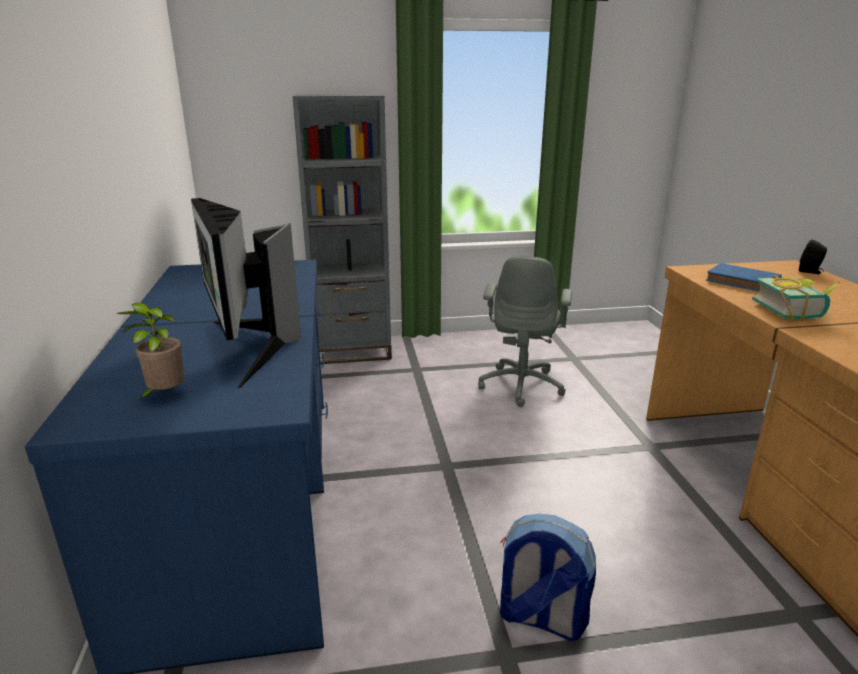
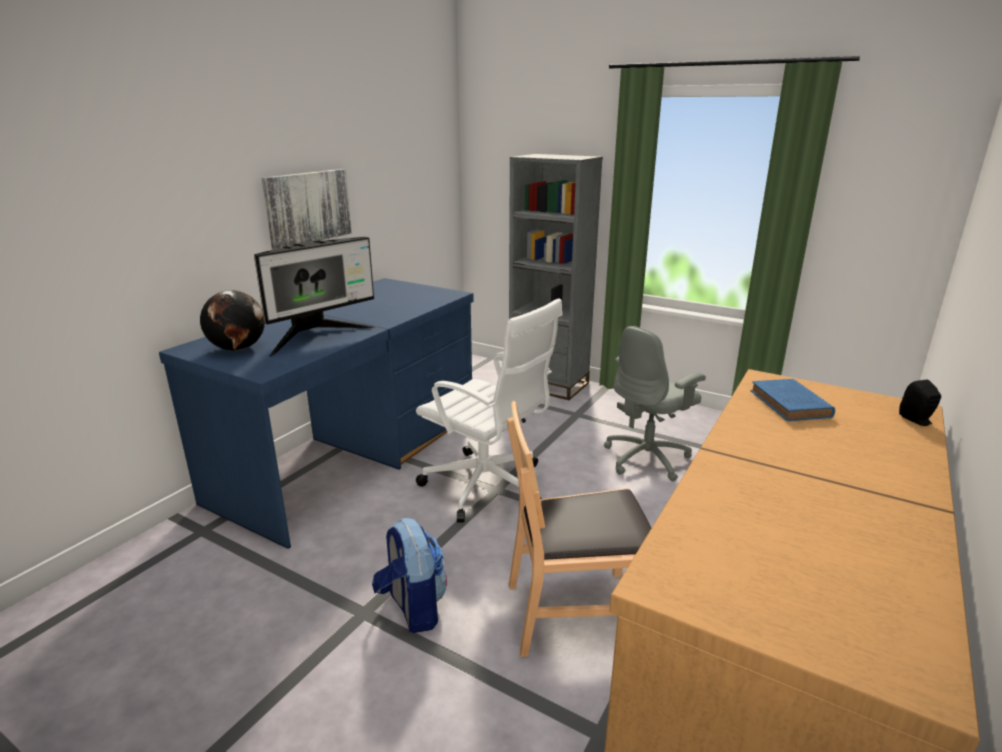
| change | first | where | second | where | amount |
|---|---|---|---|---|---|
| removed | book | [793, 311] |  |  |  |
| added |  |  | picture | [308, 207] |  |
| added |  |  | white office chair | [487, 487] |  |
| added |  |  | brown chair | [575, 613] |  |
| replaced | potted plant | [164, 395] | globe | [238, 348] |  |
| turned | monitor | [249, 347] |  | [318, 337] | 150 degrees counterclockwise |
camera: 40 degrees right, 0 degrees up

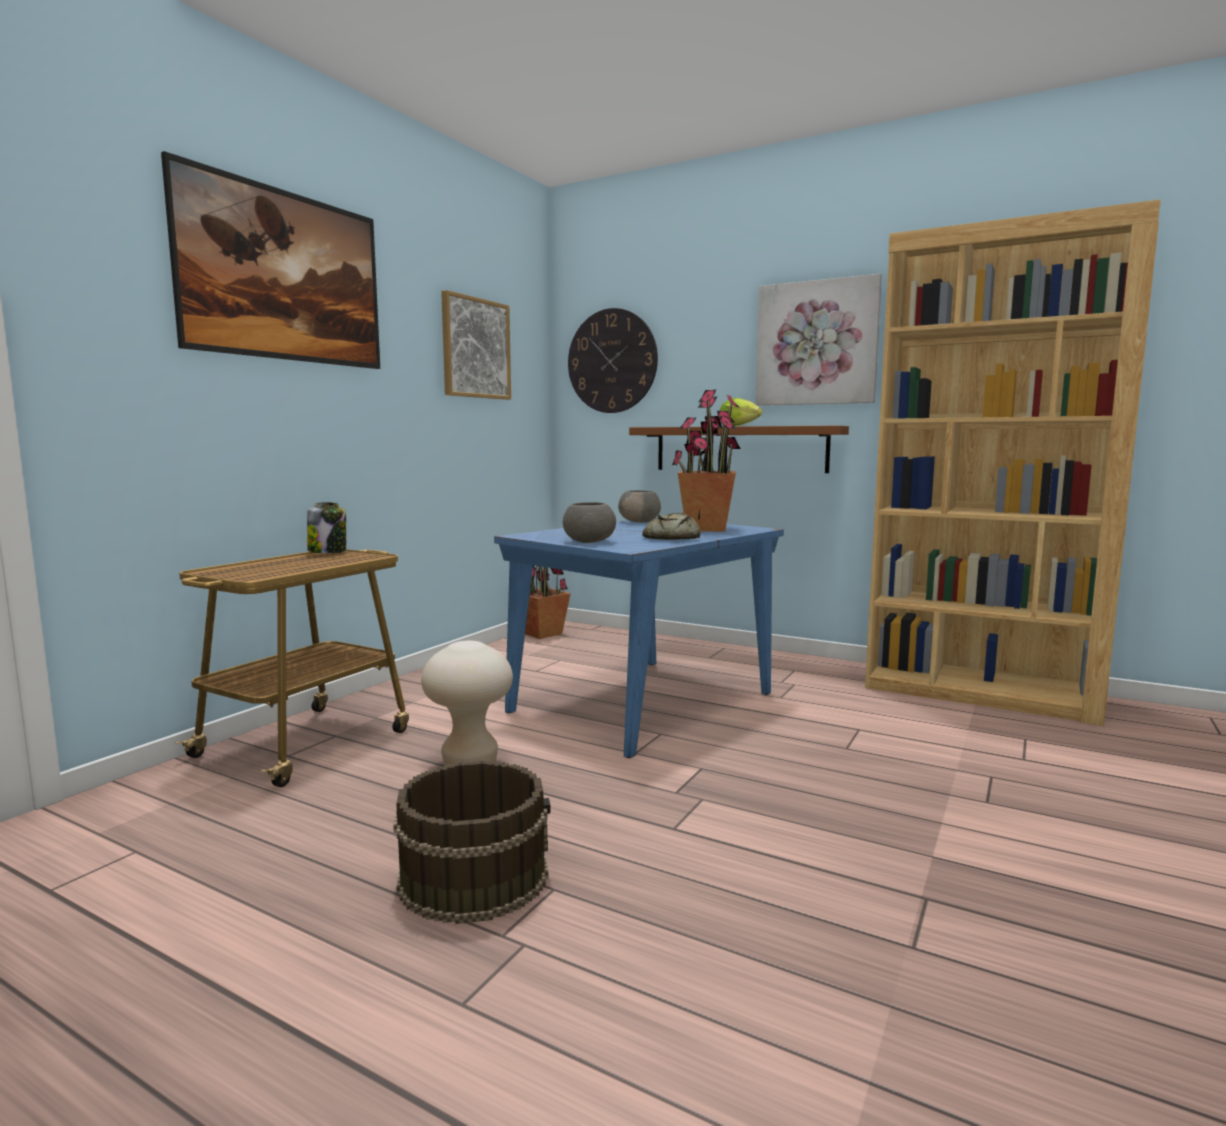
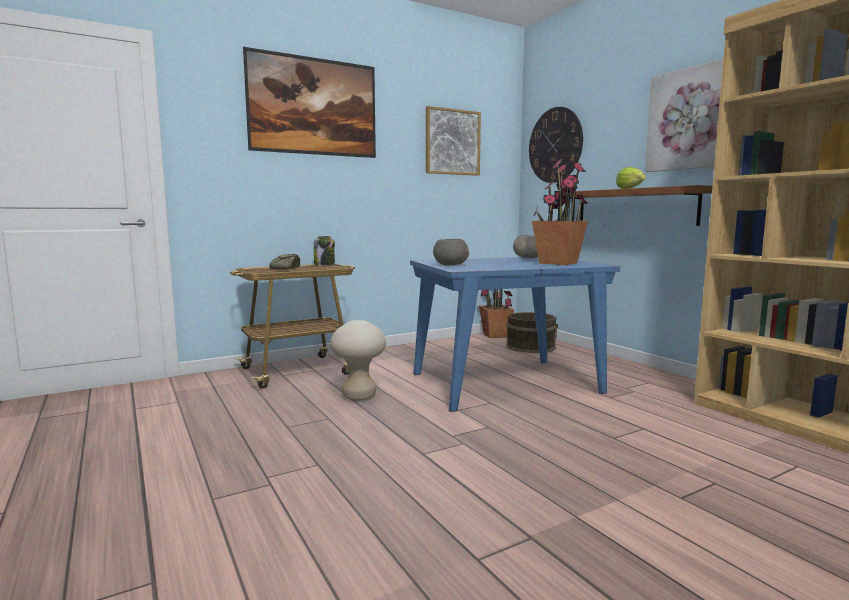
| change | first | where | second | where | amount |
|---|---|---|---|---|---|
| moved | brown bucket | [474, 877] |  | [531, 346] |  |
| moved | bread | [670, 538] |  | [285, 269] |  |
camera: 30 degrees right, 0 degrees up

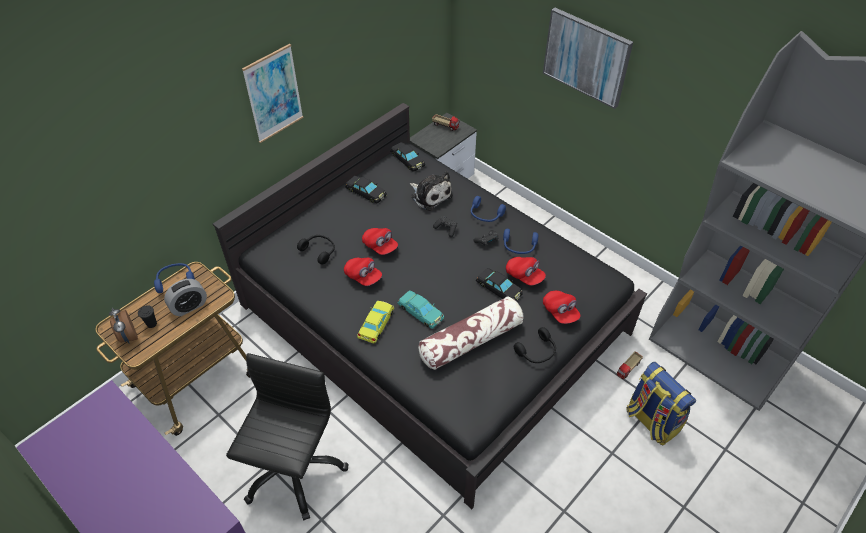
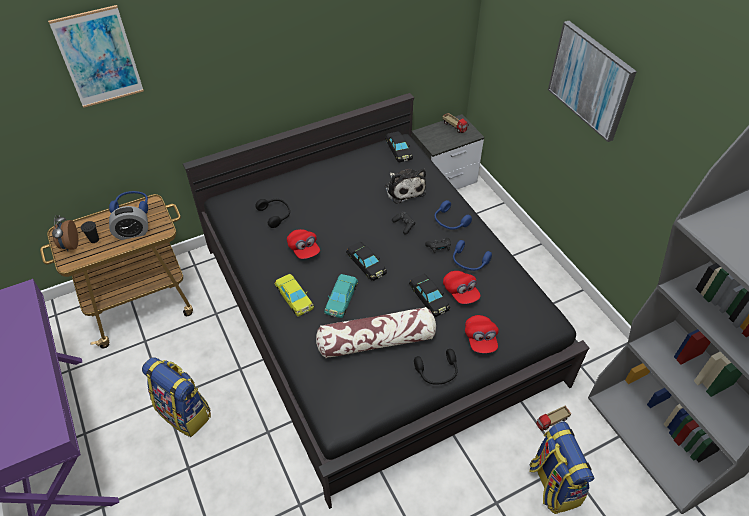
| change | first | where | second | where | amount |
|---|---|---|---|---|---|
| removed | red cap | [380, 246] |  |  |  |
| moved | picture | [273, 94] |  | [99, 57] |  |
| moved | black toy car | [366, 192] |  | [366, 263] |  |
| replaced | black office chair | [293, 469] | backpack | [185, 412] |  |
| turned | yellow toy car | [376, 323] |  | [294, 297] | 105 degrees clockwise |
| turned | turquoise toy car | [421, 311] |  | [341, 298] | 45 degrees clockwise |
camera: 20 degrees right, 0 degrees up

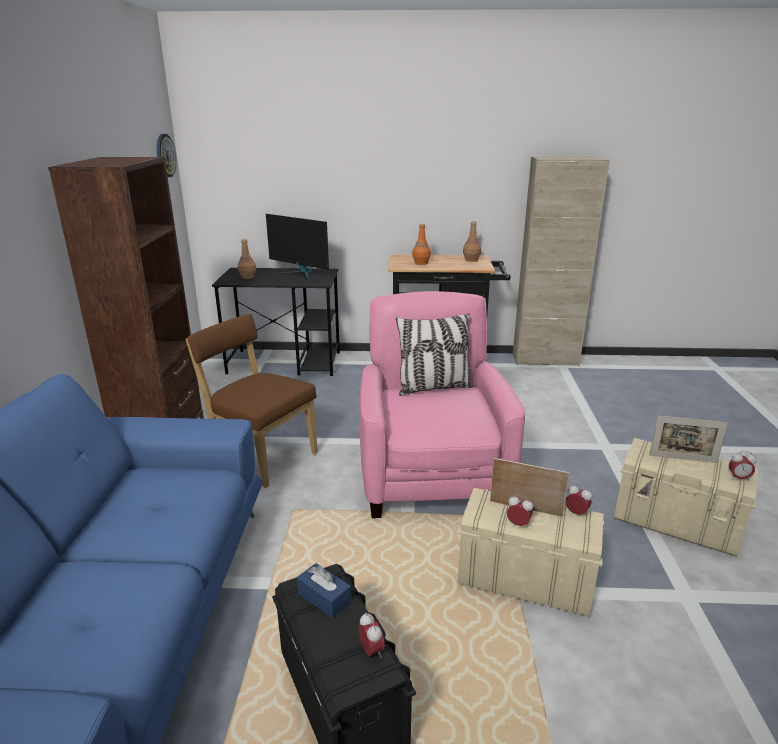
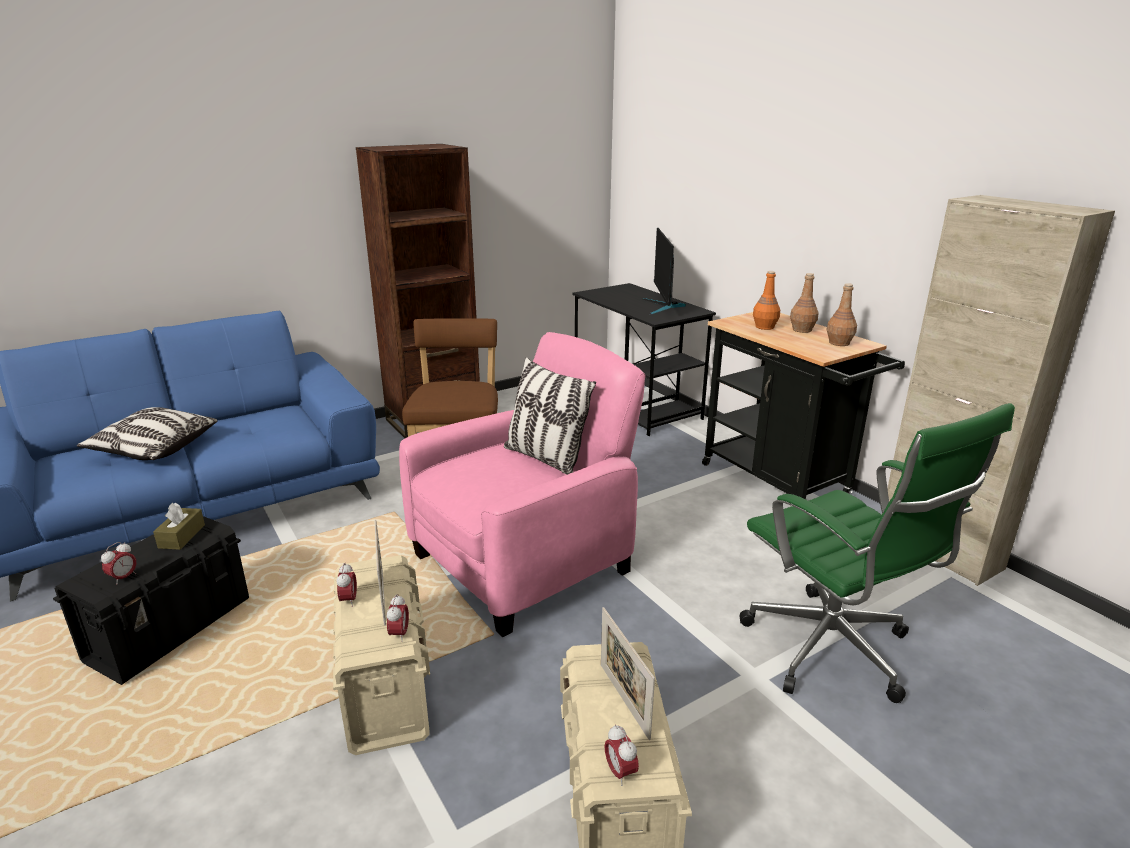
| change | first | where | second | where | amount |
|---|---|---|---|---|---|
| removed | wall clock | [165, 155] |  |  |  |
| added |  |  | pillow | [153, 449] |  |
| added |  |  | green office chair | [833, 652] |  |
| moved | brown bottle | [248, 277] |  | [802, 330] |  |
| recoloured | blue tissue box | [324, 598] | brown tissue box | [182, 536] |  |
camera: 55 degrees right, 0 degrees up

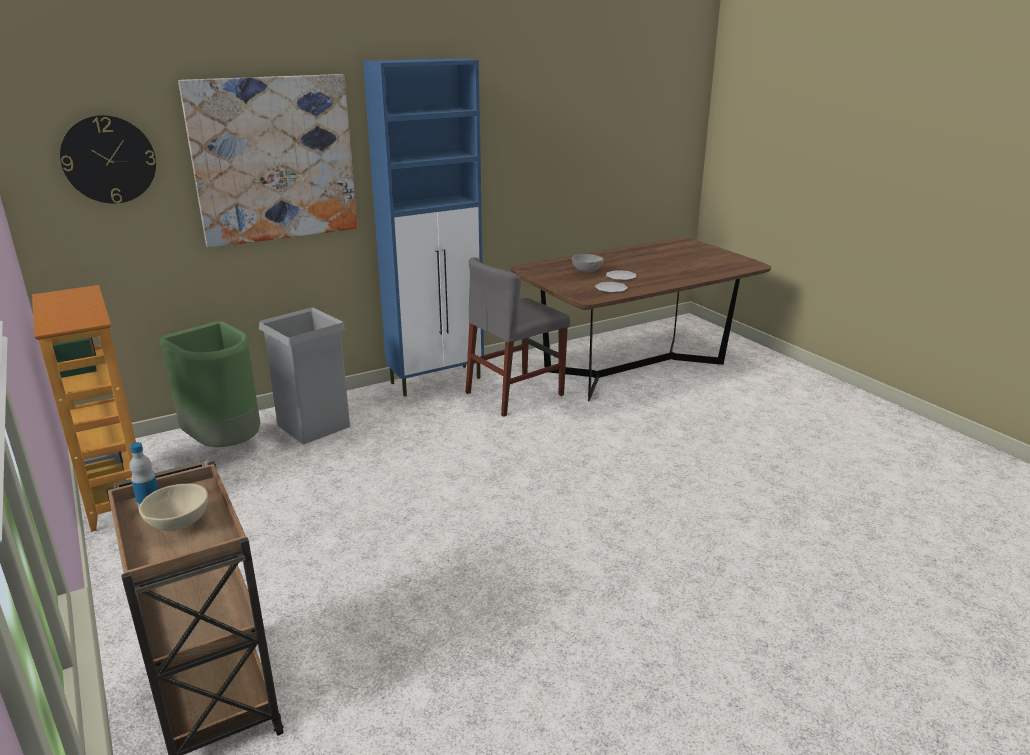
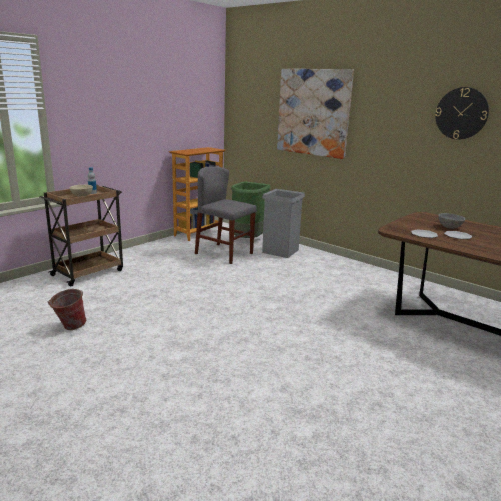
| change | first | where | second | where | amount |
|---|---|---|---|---|---|
| removed | blue cabinet | [437, 380] |  |  |  |
| added |  |  | bucket | [69, 327] |  |
| moved | wall clock | [109, 159] |  | [461, 113] |  |
| moved | grey chair | [515, 394] |  | [224, 253] |  |
camera: 70 degrees right, 5 degrees down

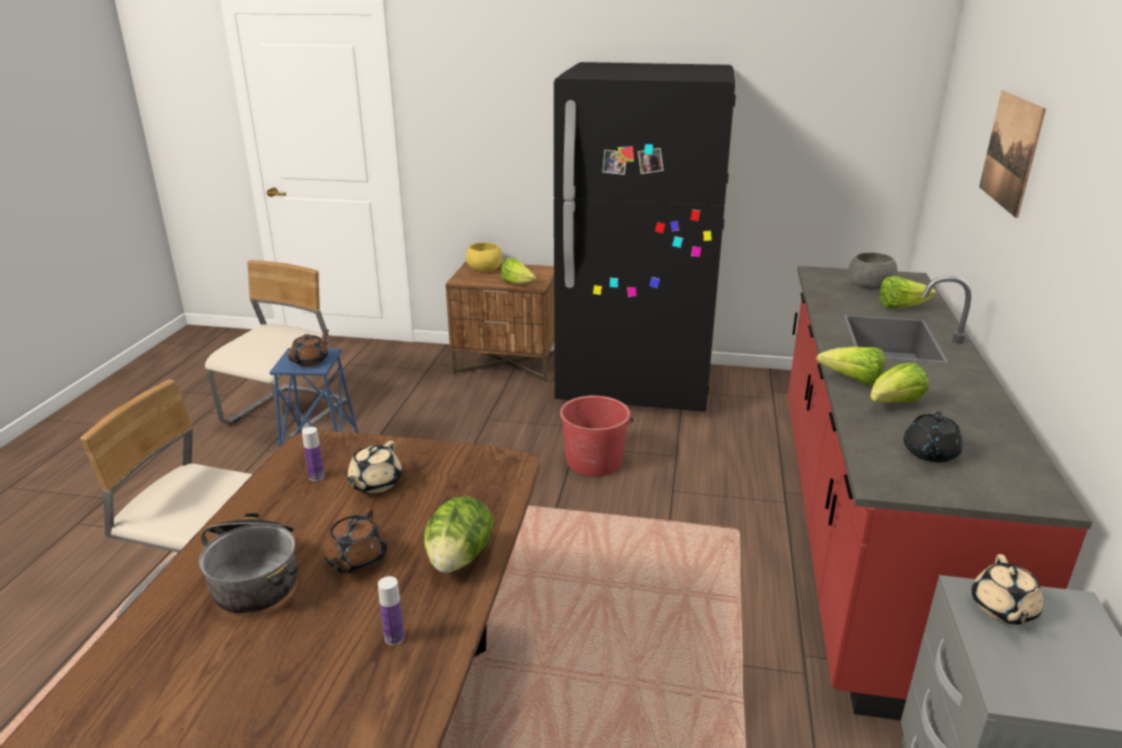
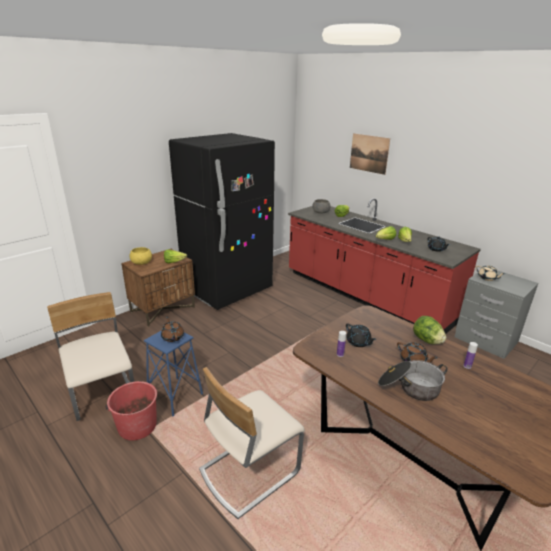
| change | first | where | second | where | amount |
|---|---|---|---|---|---|
| moved | red bucket | [594, 461] |  | [137, 426] |  |
| recoloured | beige teapot | [375, 483] | black teapot | [358, 342] |  |
camera: 55 degrees left, 0 degrees up

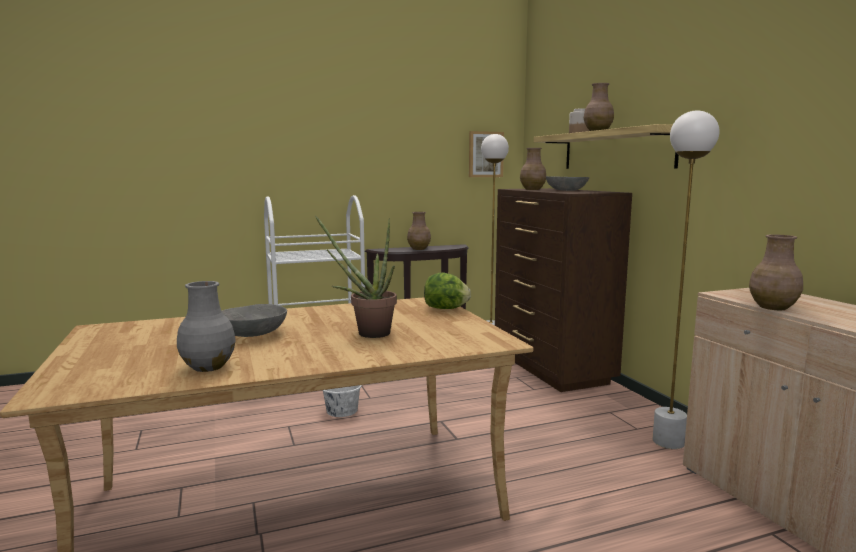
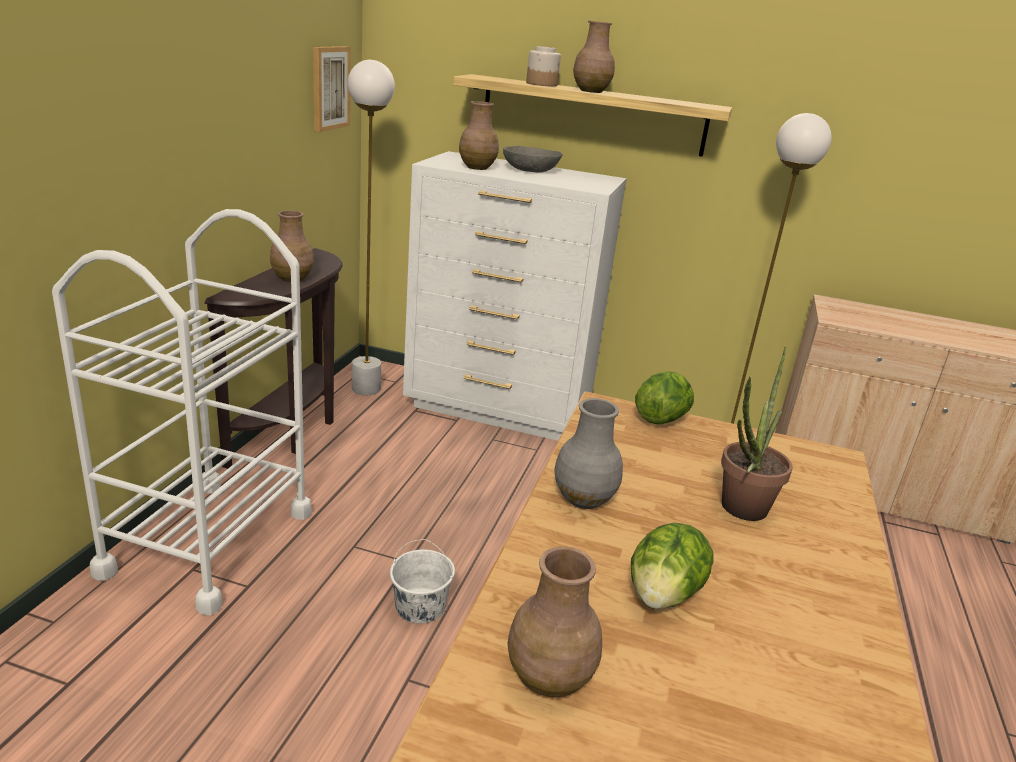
| change | first | where | second | where | amount |
|---|---|---|---|---|---|
| moved | grey vase | [208, 367] |  | [584, 499] |  |
| moved | brown vase | [773, 307] |  | [550, 679] |  |
| replaced | grey bowl | [252, 333] | lettuce | [663, 595] |  |
| recoloured | brown dresser | [551, 368] | white dresser | [498, 409] |  |
camera: 55 degrees left, 15 degrees up

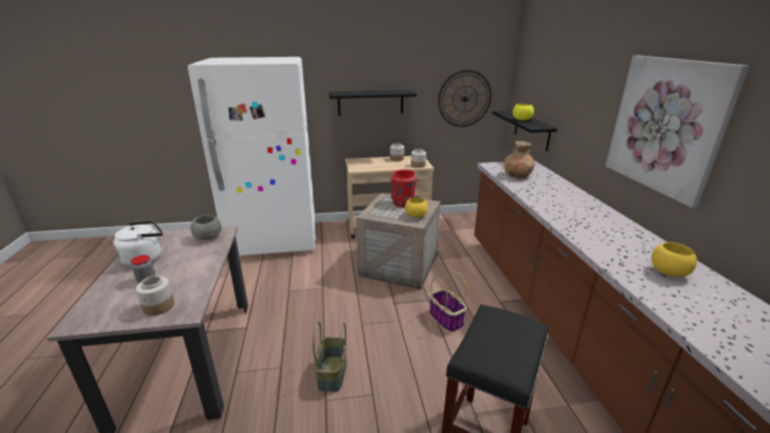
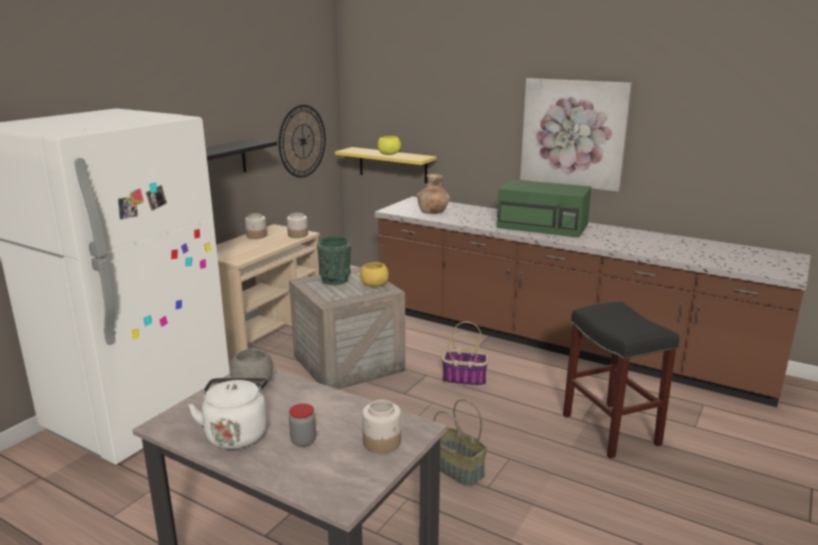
| change | first | where | second | where | amount |
|---|---|---|---|---|---|
| removed | yellow bowl | [668, 272] |  |  |  |
| added |  |  | green microwave | [543, 226] |  |
| recoloured | red vase | [403, 202] | green vase | [335, 279] |  |
| recoloured | black shelf | [531, 130] | yellow shelf | [392, 165] |  |
camera: 50 degrees left, 5 degrees down

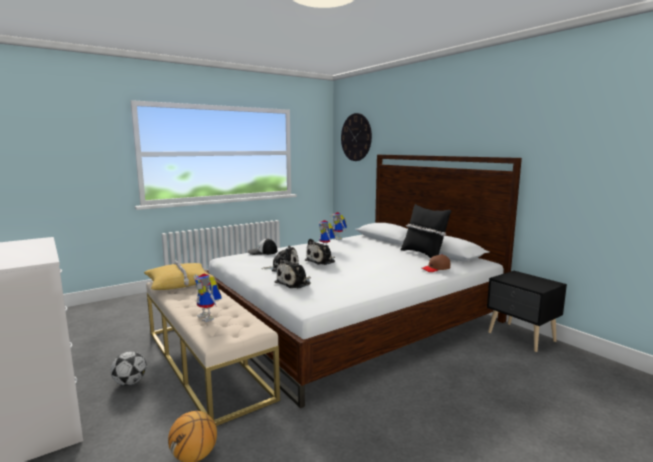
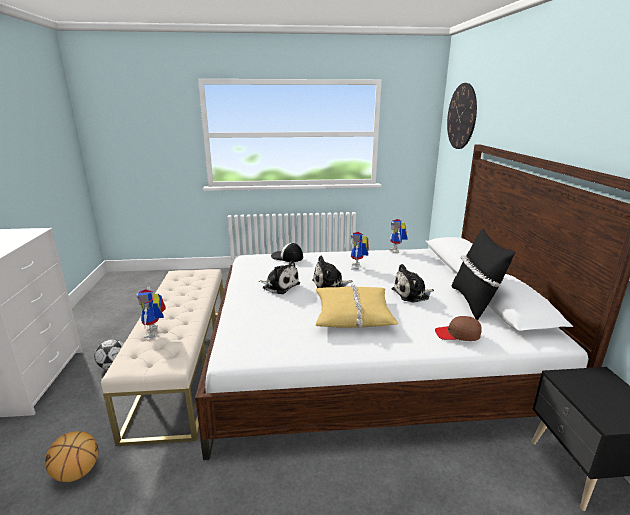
| change | first | where | second | where | amount |
|---|---|---|---|---|---|
| moved | yellow pillow | [179, 283] |  | [353, 314] |  |
| moved | plush toy | [294, 283] |  | [412, 294] |  |
camera: 30 degrees right, 10 degrees up

